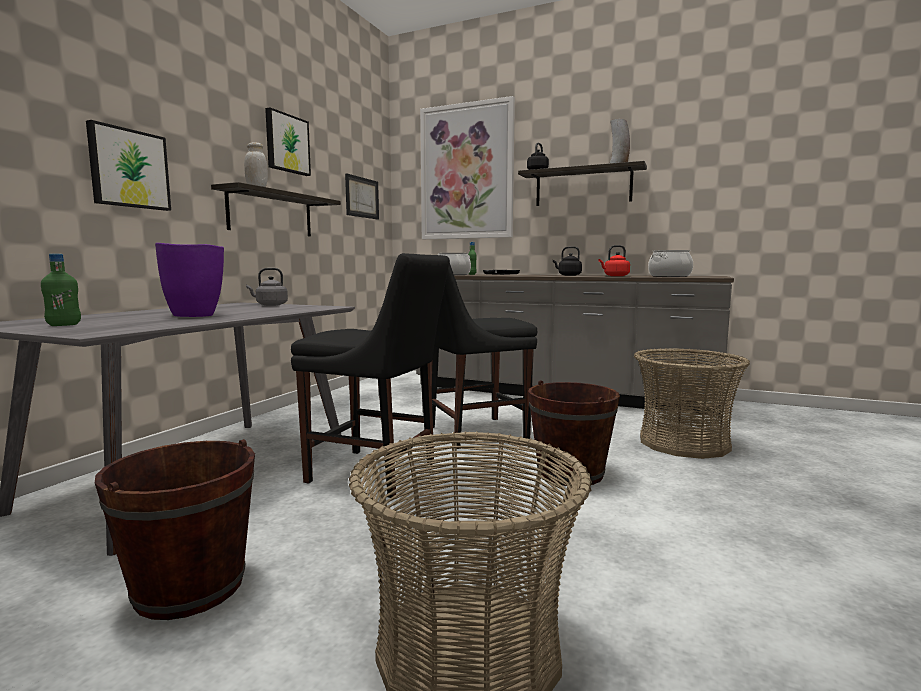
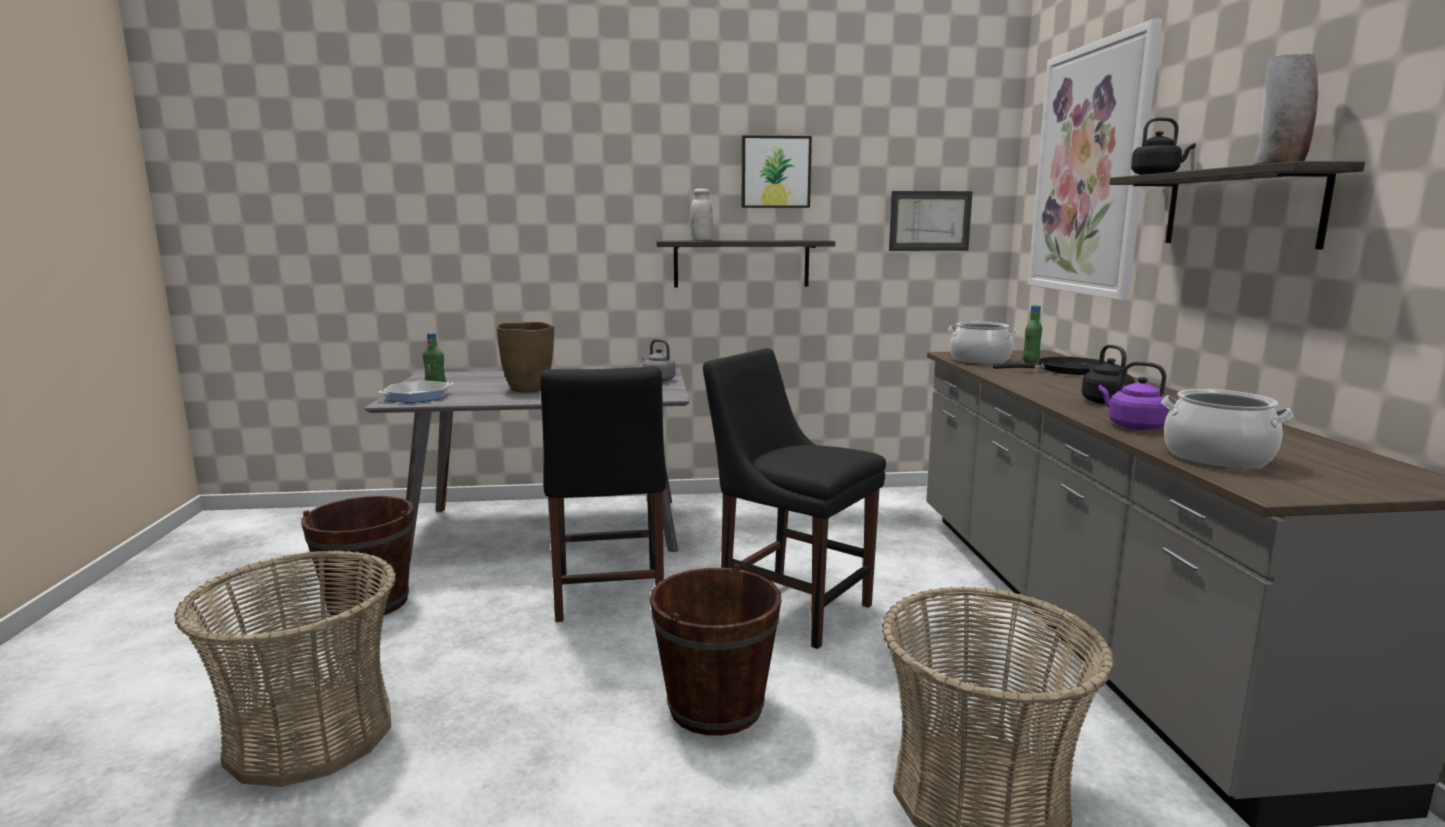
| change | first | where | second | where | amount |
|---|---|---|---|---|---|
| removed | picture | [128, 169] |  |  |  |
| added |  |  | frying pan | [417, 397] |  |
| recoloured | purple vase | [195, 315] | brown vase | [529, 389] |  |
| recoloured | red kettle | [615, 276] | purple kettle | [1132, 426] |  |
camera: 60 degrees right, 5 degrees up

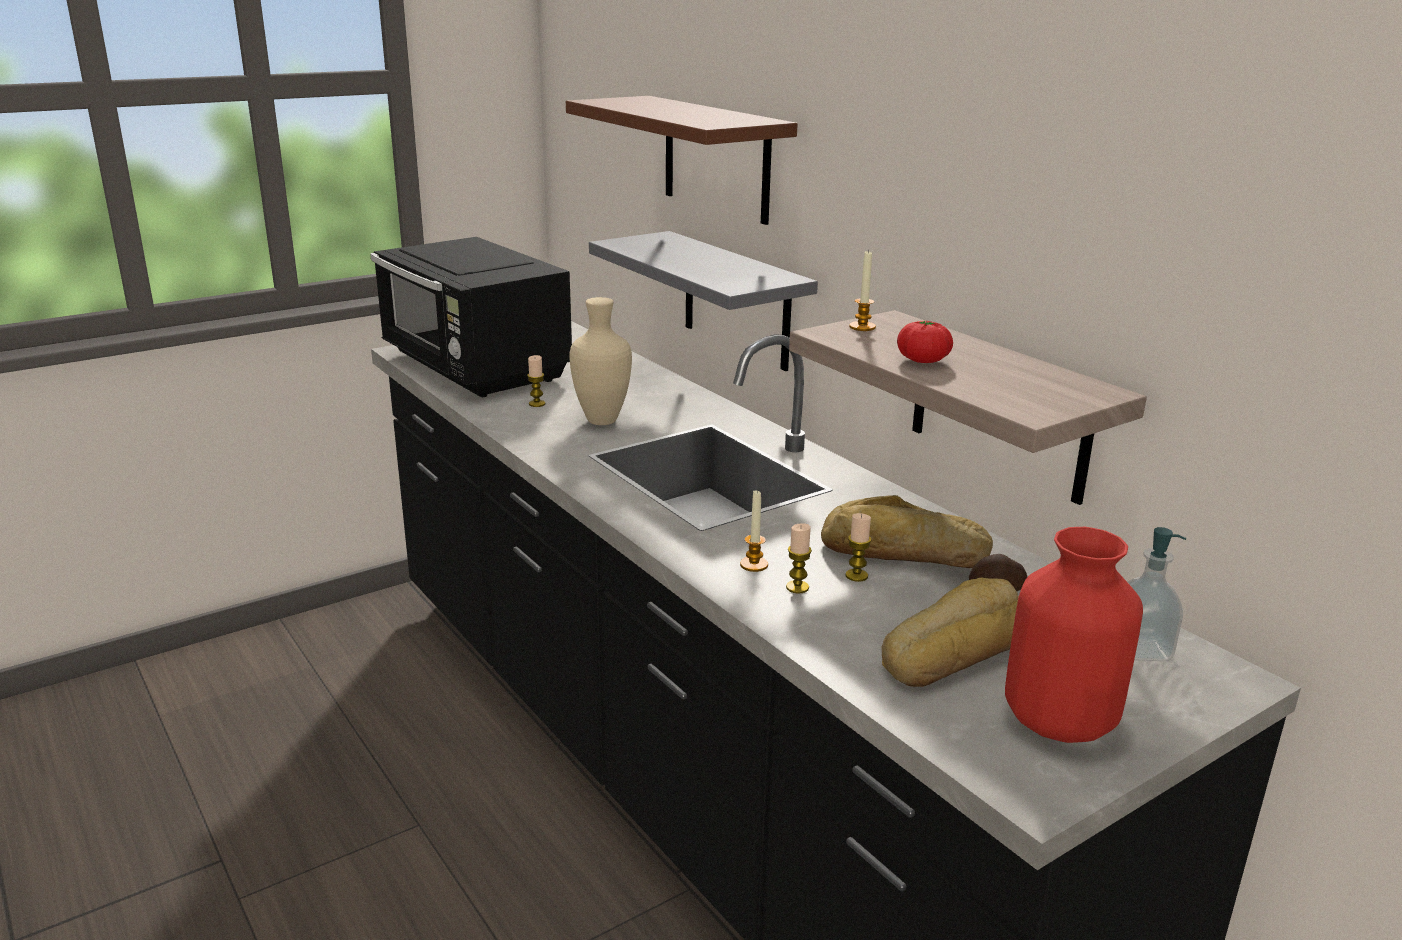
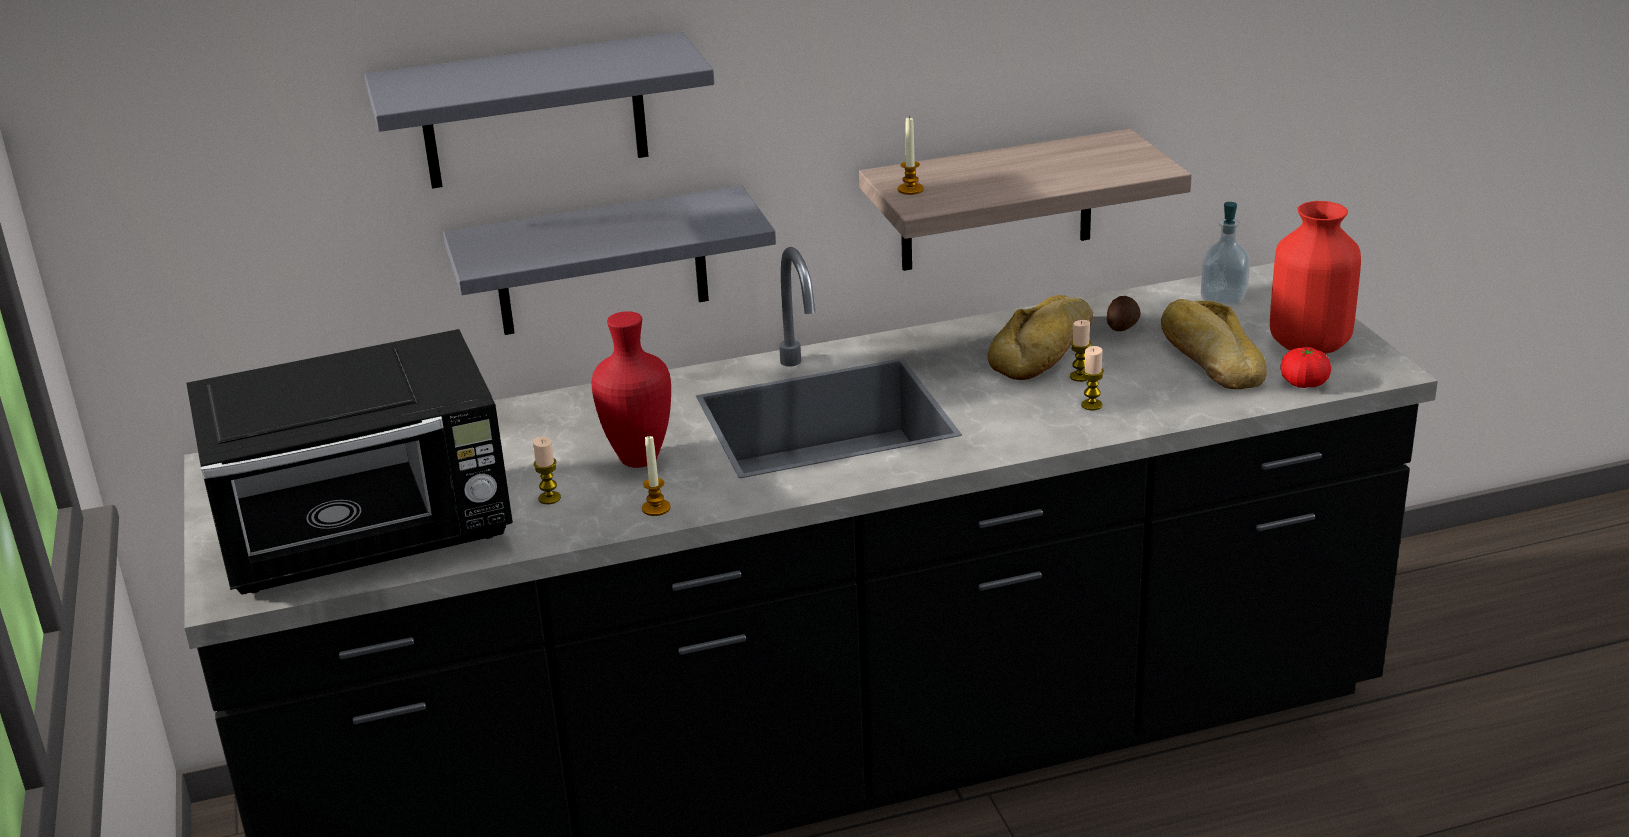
| change | first | where | second | where | amount |
|---|---|---|---|---|---|
| moved | candle | [754, 565] |  | [656, 508] |  |
| moved | tomato | [923, 360] |  | [1304, 383] |  |
| recoloured | brown shelf | [716, 159] | grey shelf | [533, 112] |  |
| recoloured | beige vase | [600, 421] | red vase | [639, 461] |  |
camera: 70 degrees left, 5 degrees up

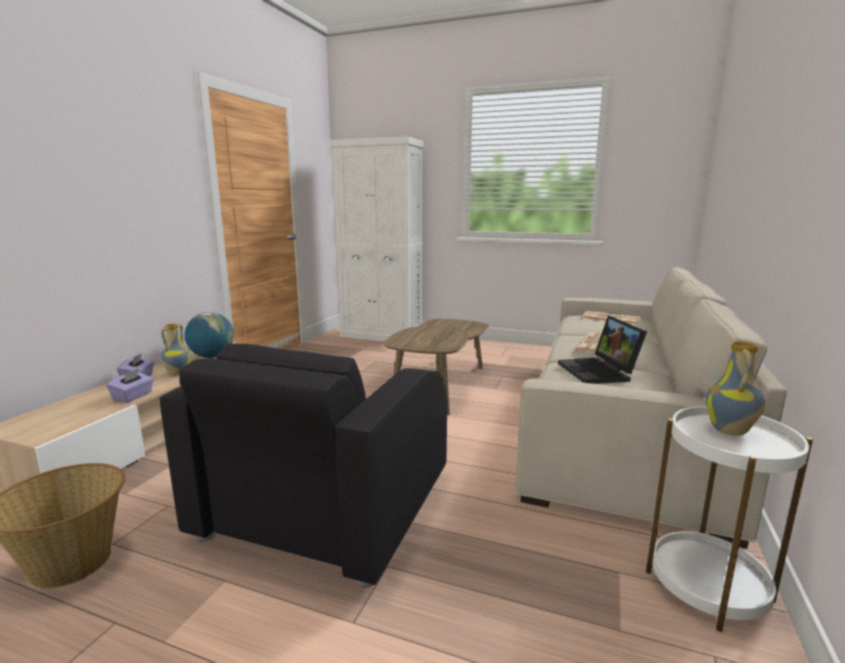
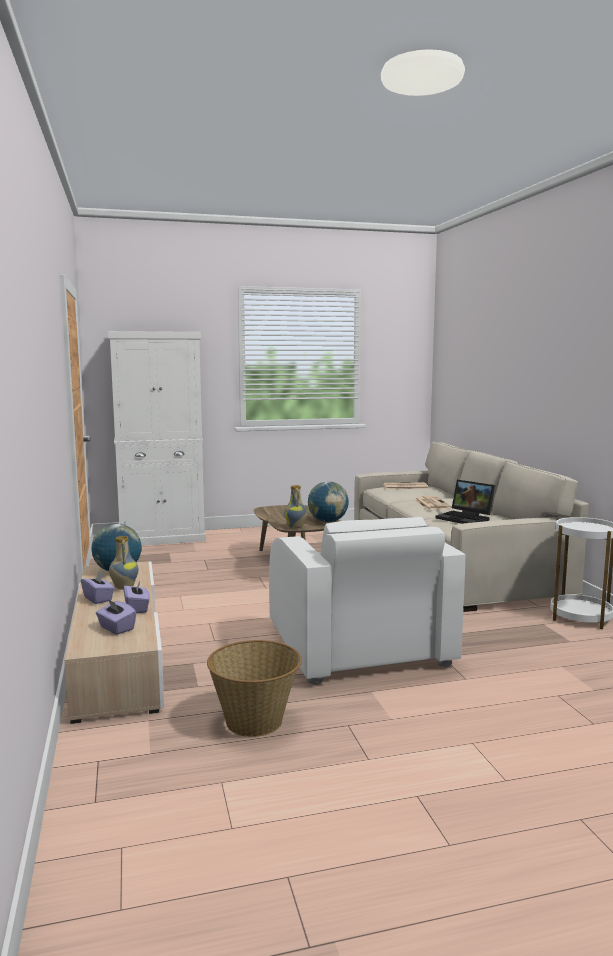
| change | first | where | second | where | amount |
|---|---|---|---|---|---|
| added |  |  | purple tissue box | [116, 628] |  |
| added |  |  | globe | [328, 522] |  |
| moved | vase | [730, 431] |  | [296, 527] |  |
| recoloured | black armchair | [327, 506] | white armchair | [358, 646] |  |
camera: 35 degrees left, 5 degrees down

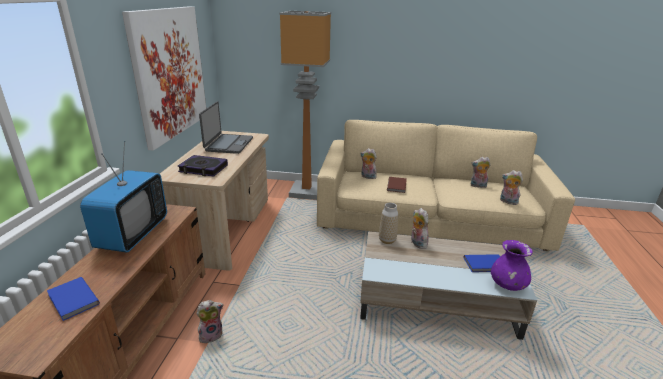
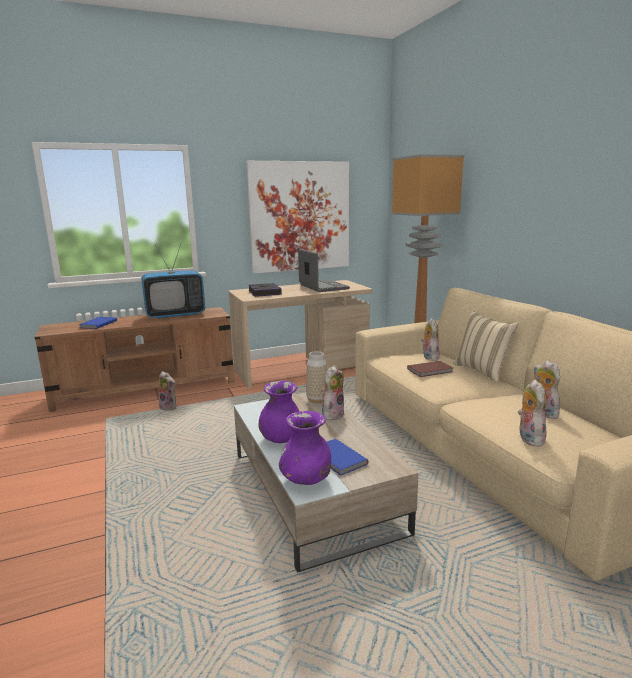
| change | first | where | second | where | amount |
|---|---|---|---|---|---|
| added |  |  | purple vase | [281, 439] |  |
| added |  |  | beige pillow | [482, 371] |  |
| turned | laptop | [228, 144] |  | [323, 287] | 90 degrees counterclockwise |
camera: 60 degrees right, 10 degrees down

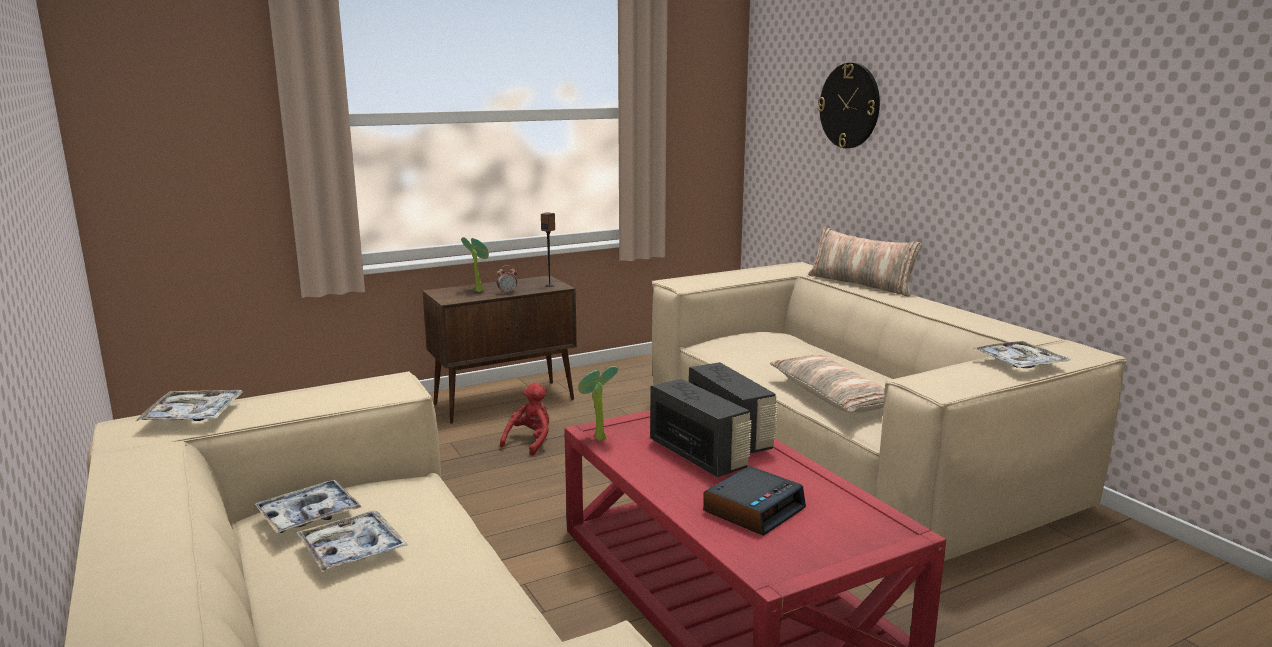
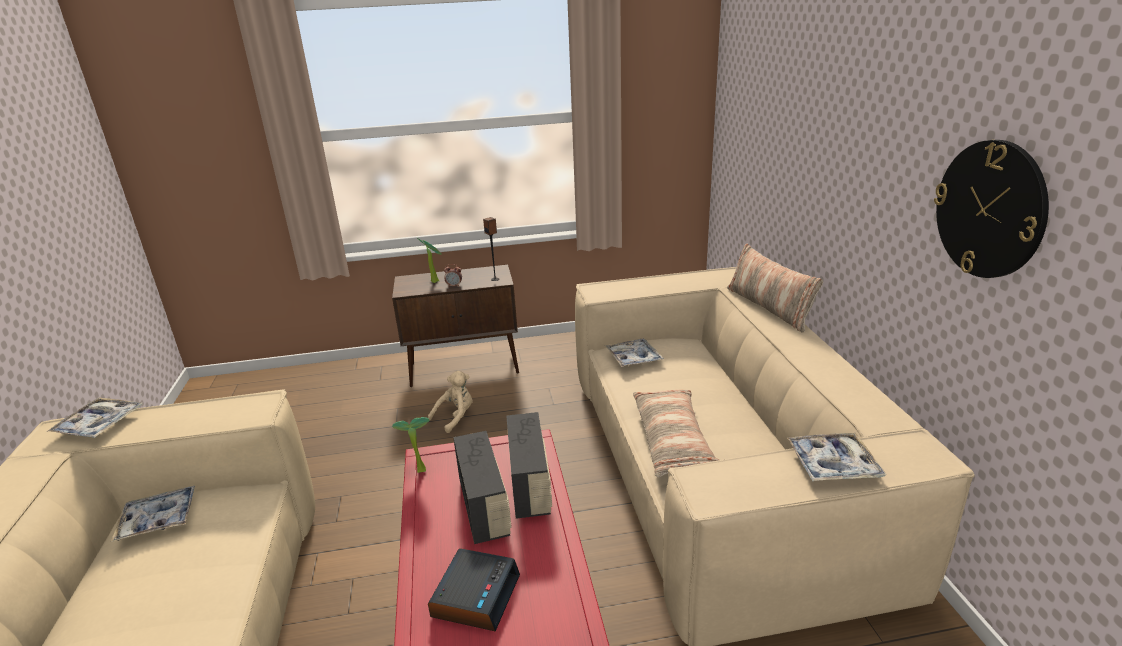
| change | first | where | second | where | amount |
|---|---|---|---|---|---|
| moved | tray | [352, 550] |  | [633, 358] |  |
| moved | wall clock | [849, 105] |  | [989, 209] |  |
| recoloured | red plush toy | [530, 442] | beige plush toy | [455, 417] |  |
| turned | alarm clock | [753, 509] |  | [475, 595] | 45 degrees counterclockwise |
camera: 20 degrees right, 10 degrees up

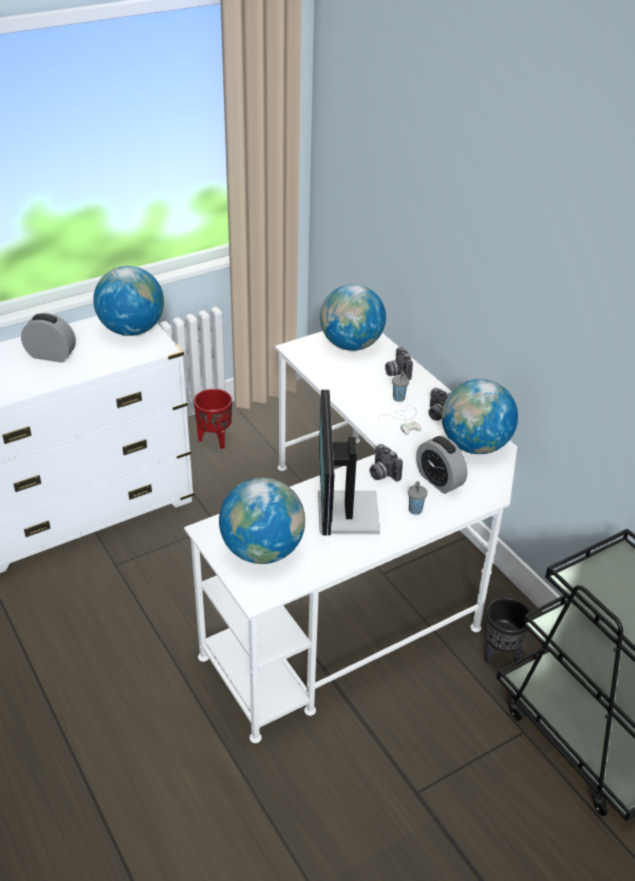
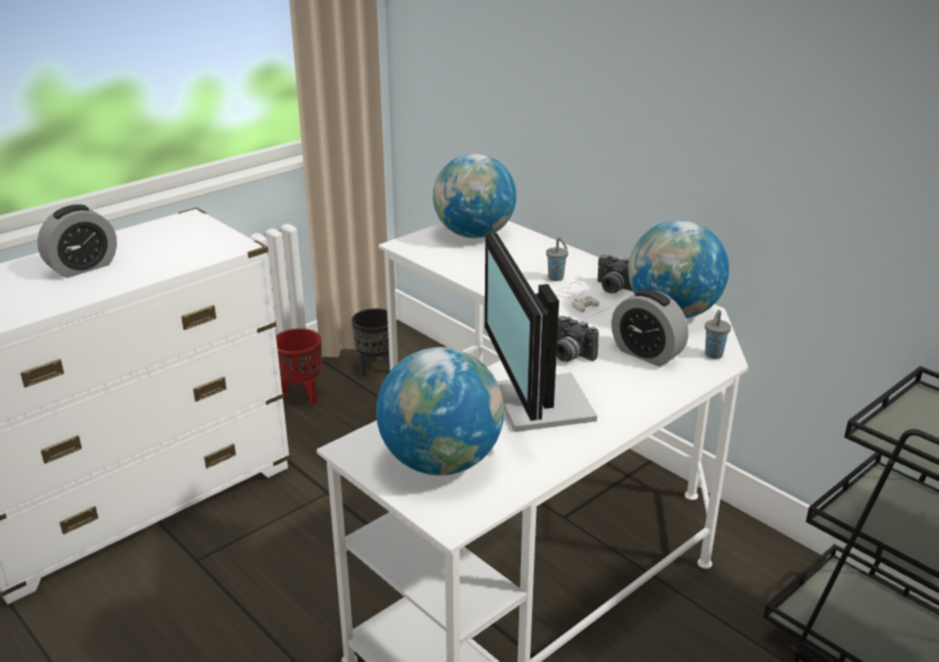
| change | first | where | second | where | amount |
|---|---|---|---|---|---|
| removed | globe | [132, 330] |  |  |  |
| removed | photo camera | [397, 373] |  |  |  |
| moved | grey cup | [414, 511] |  | [713, 355] |  |
| moved | black planter | [501, 654] |  | [377, 370] |  |
| turned | alarm clock | [51, 355] |  | [83, 267] | 135 degrees clockwise |
camera: 10 degrees left, 10 degrees down

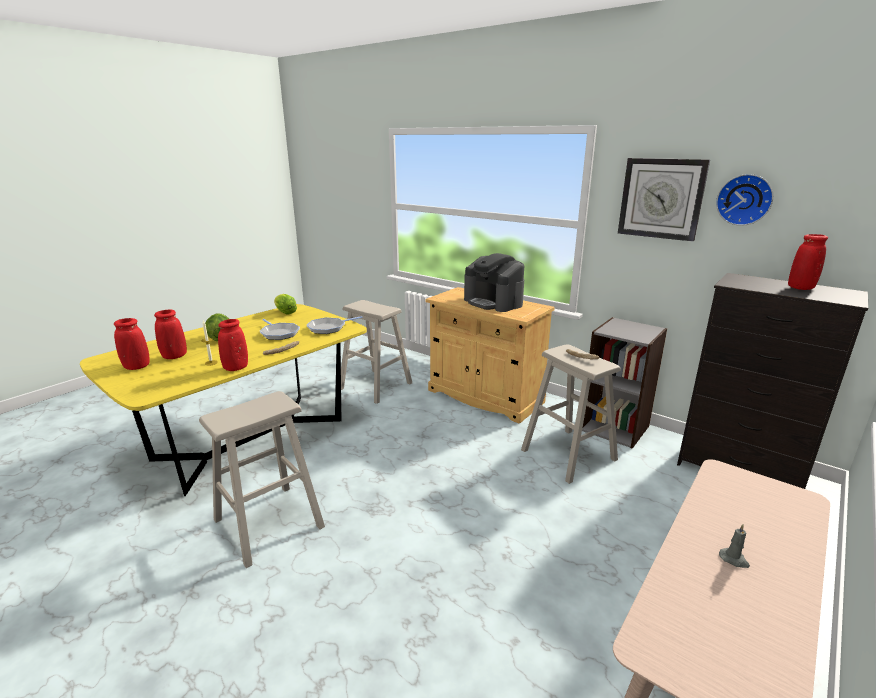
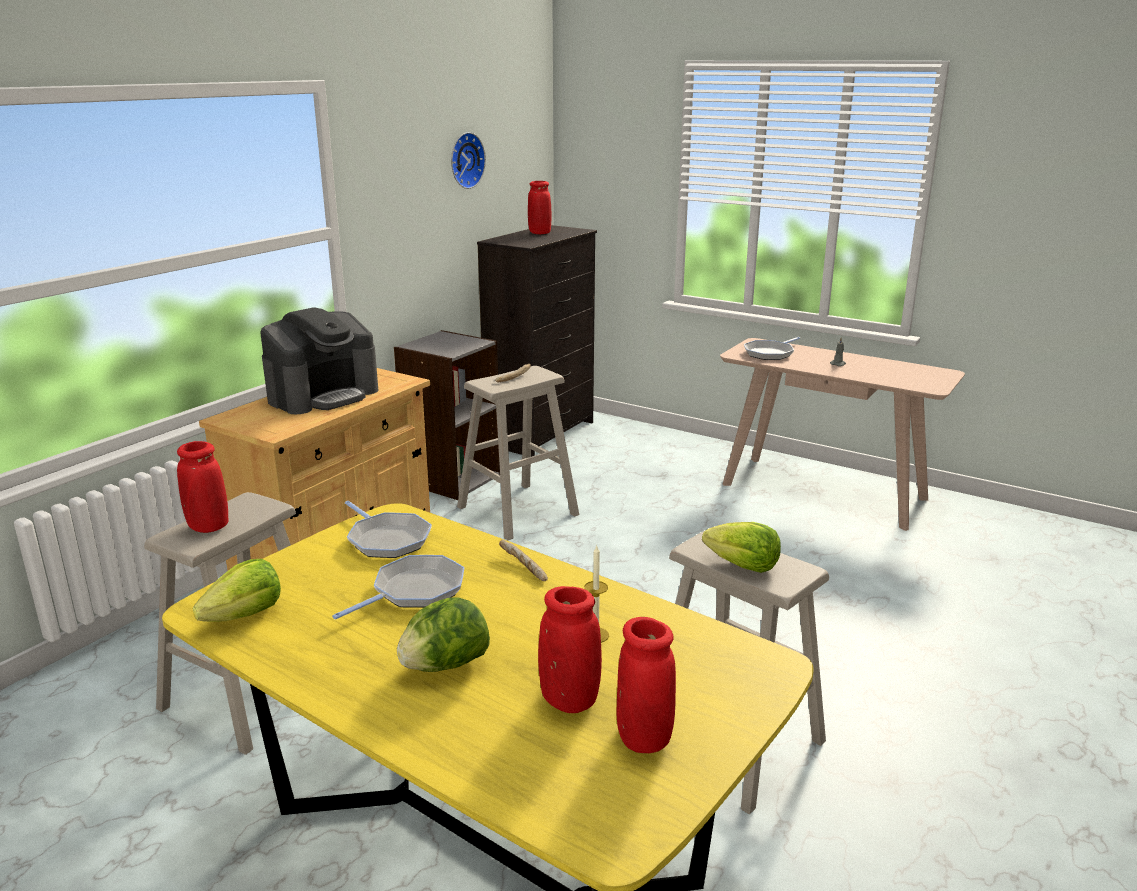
| change | first | where | second | where | amount |
|---|---|---|---|---|---|
| removed | wall clock | [661, 198] |  |  |  |
| added |  |  | lettuce | [742, 566] |  |
| added |  |  | frying pan | [770, 353] |  |
| moved | red vase | [236, 368] |  | [208, 527] |  |
camera: 95 degrees left, 0 degrees up

